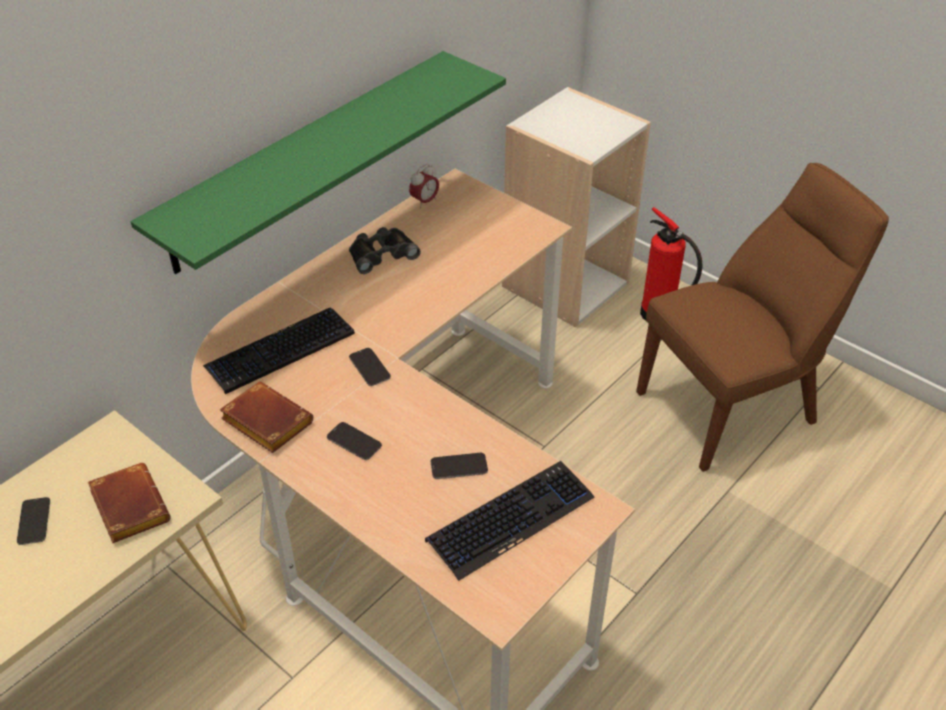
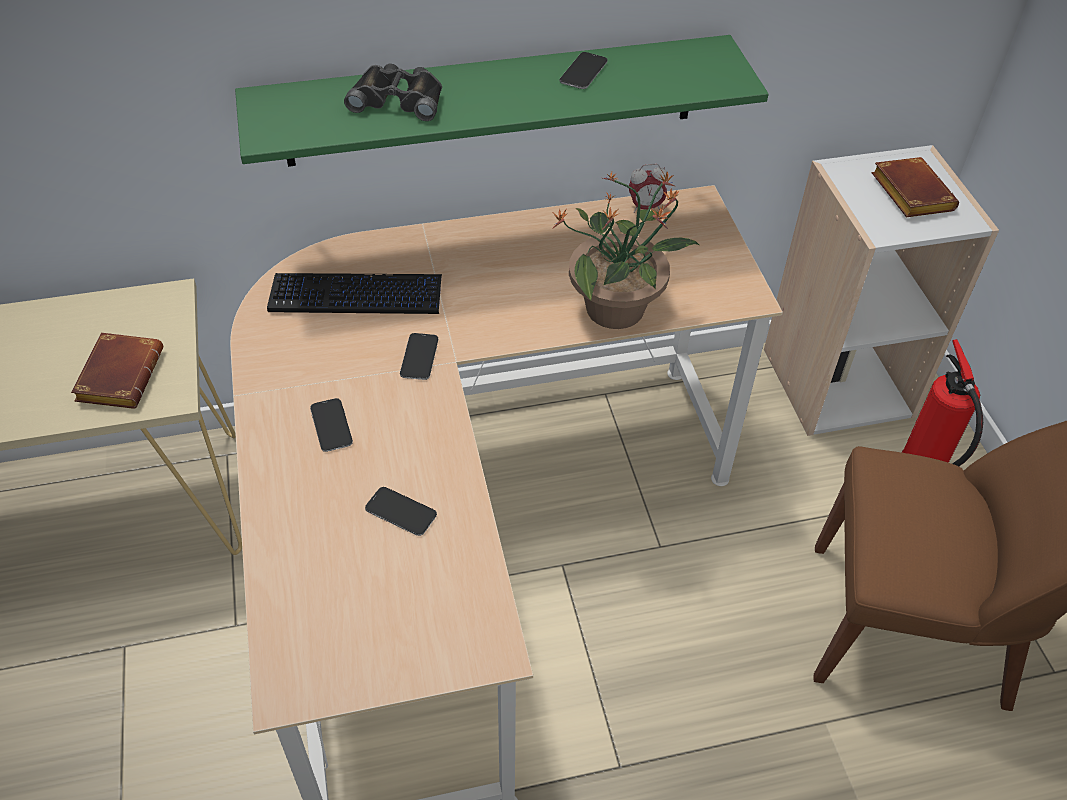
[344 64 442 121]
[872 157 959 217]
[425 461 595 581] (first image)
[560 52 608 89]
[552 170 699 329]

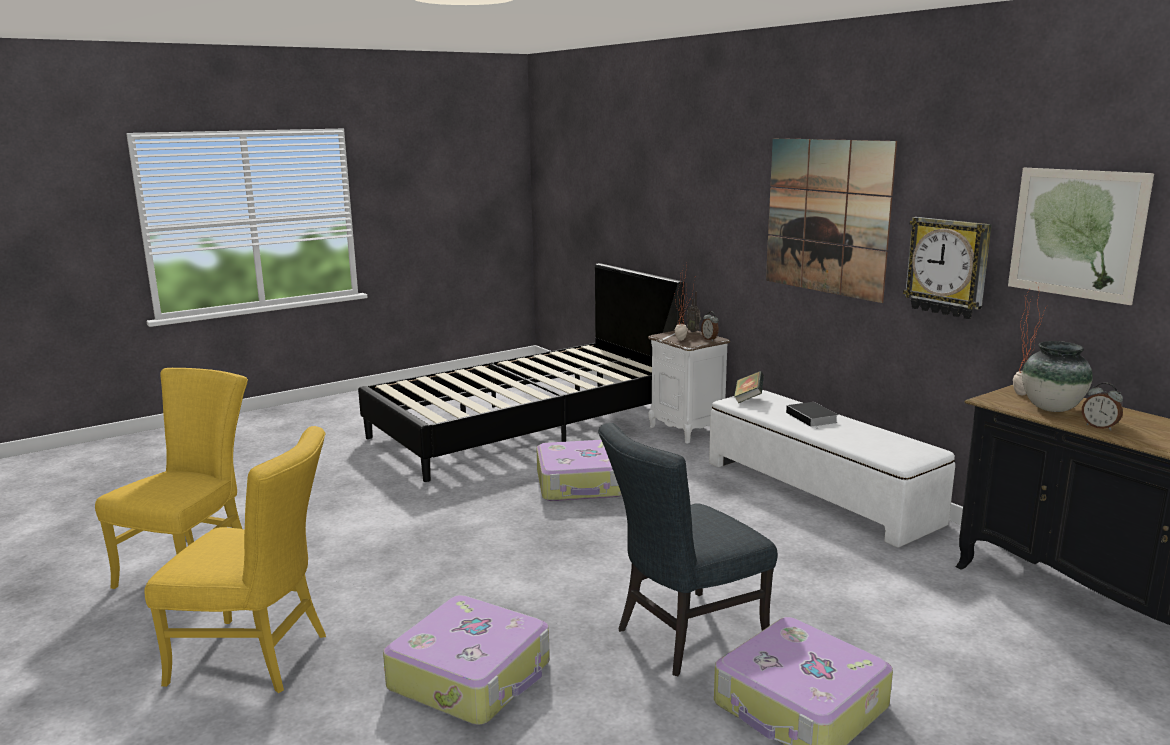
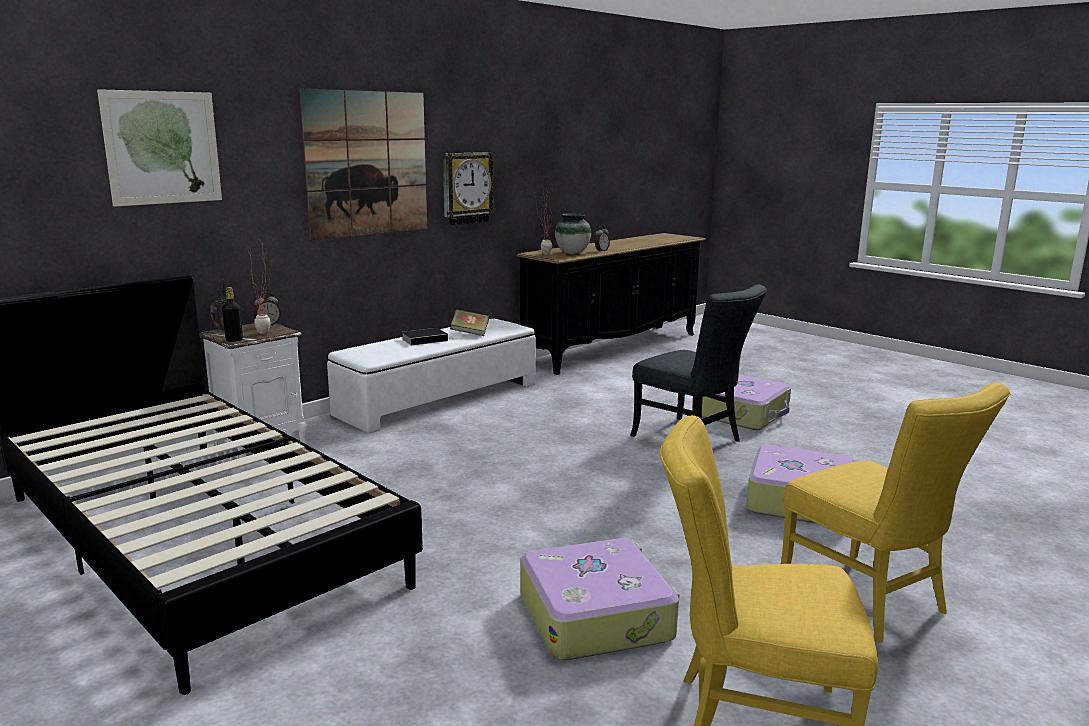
[97 89 222 207]
[450 309 489 336]
[781 382 1011 642]
[520 538 679 660]
[222 287 243 342]

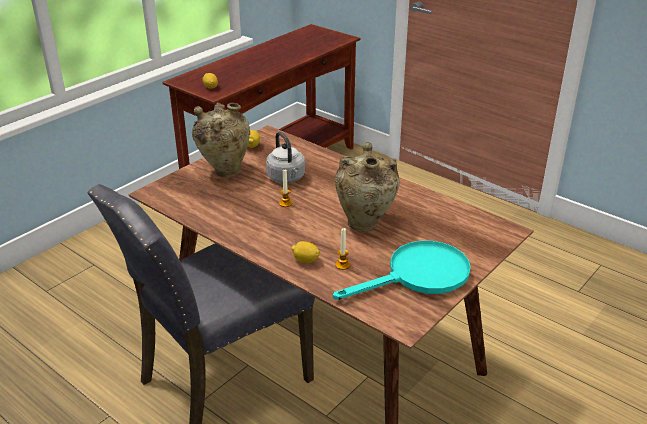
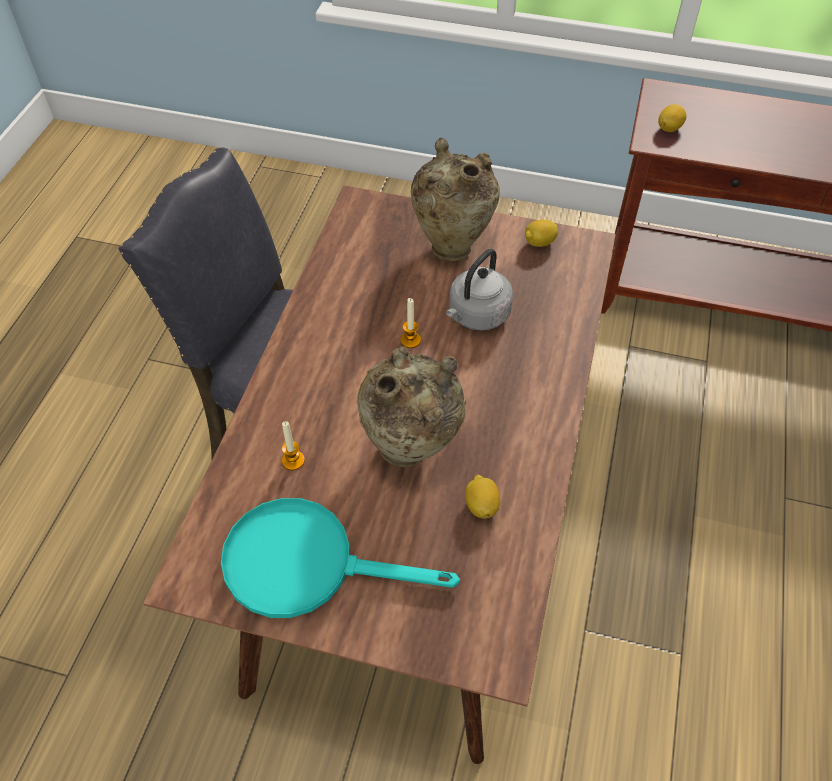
[465 475 500 519]
[221 498 460 618]

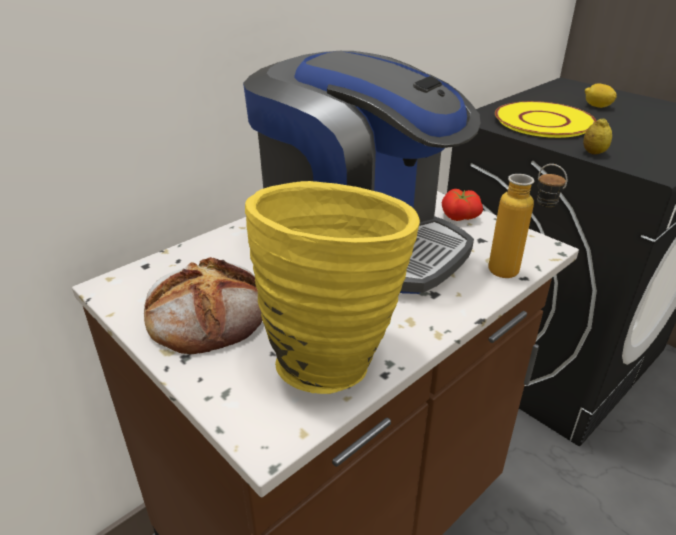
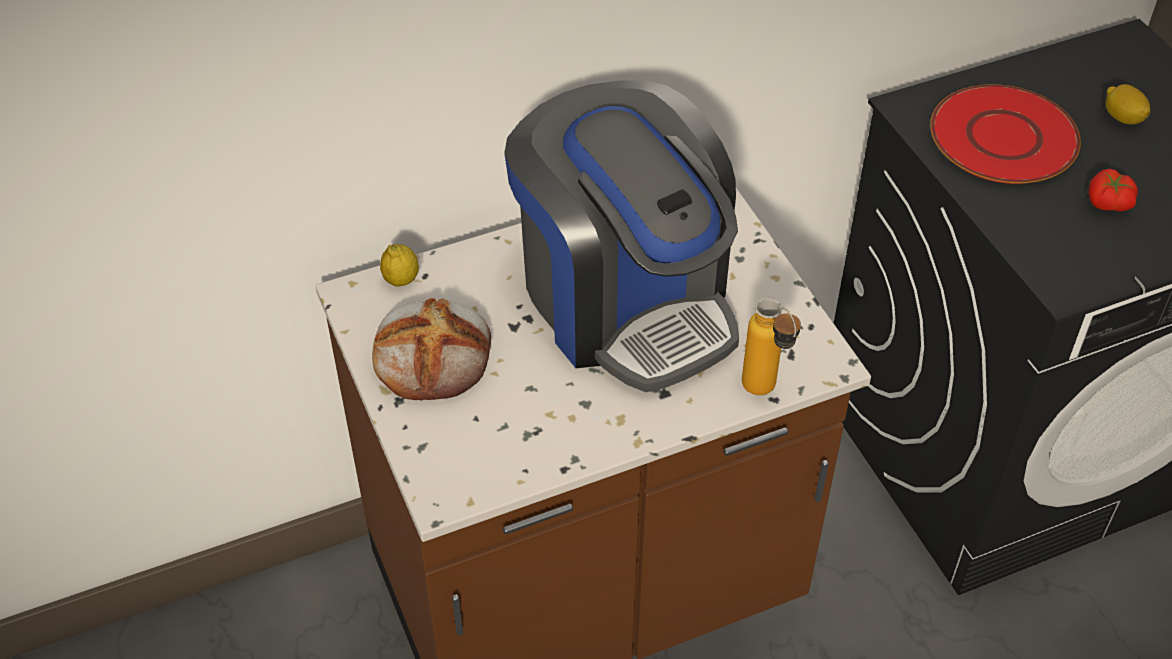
[930 84 1081 184]
[380 244 419 287]
[245 181 420 394] (first image)
[1089 169 1138 211]

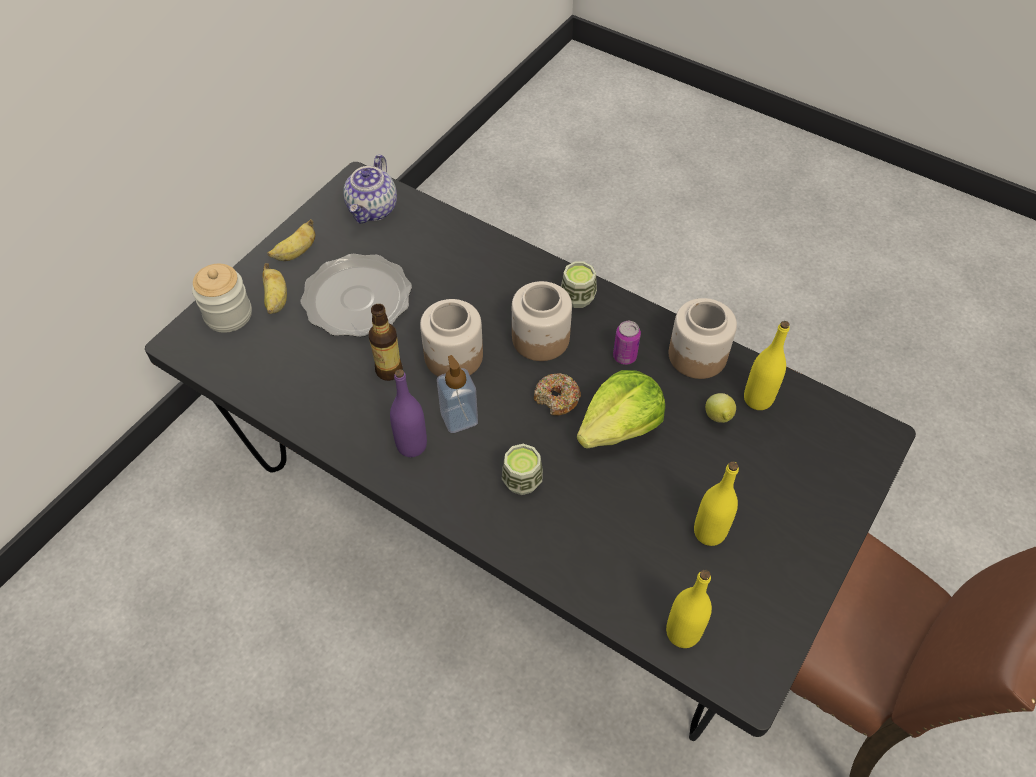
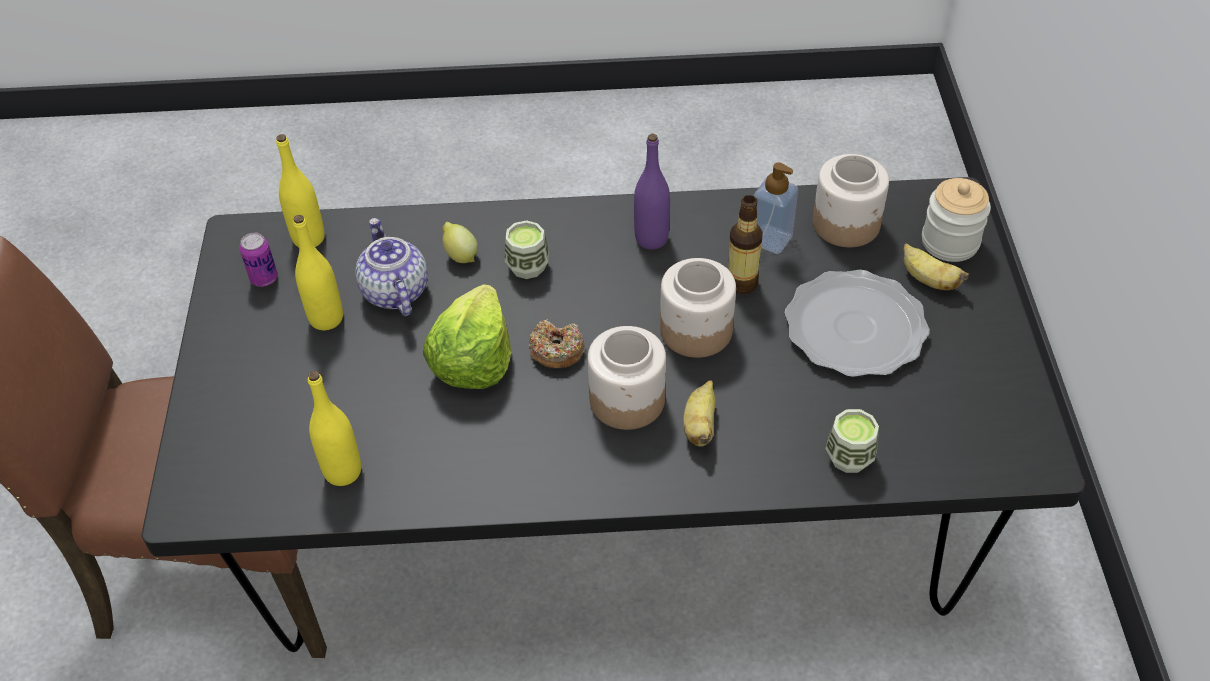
[355 218 428 316]
[683 380 716 447]
[826 409 879 473]
[813 154 889 247]
[239 233 278 287]
[754 162 798 254]
[442 222 478 263]

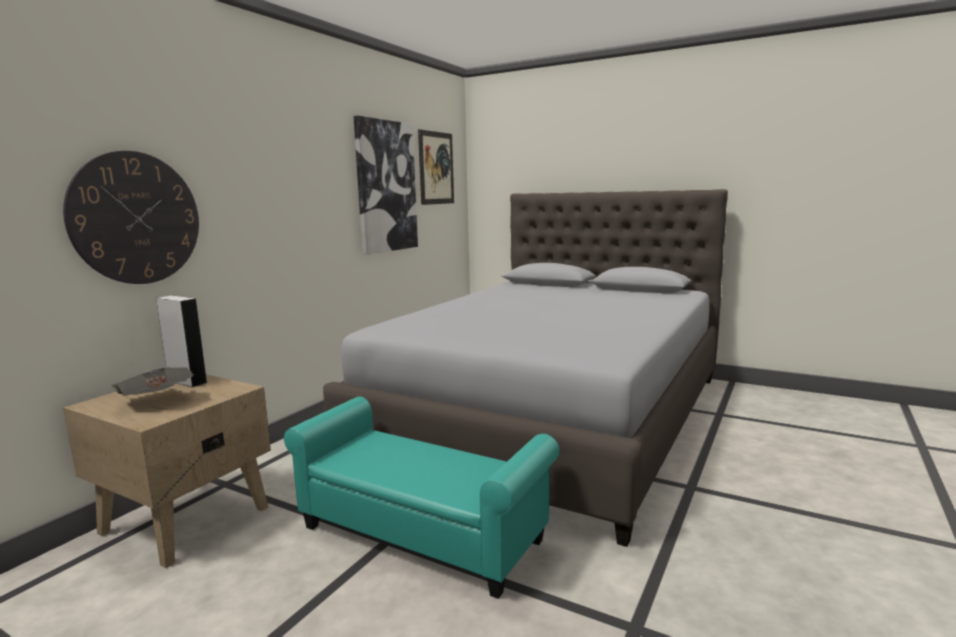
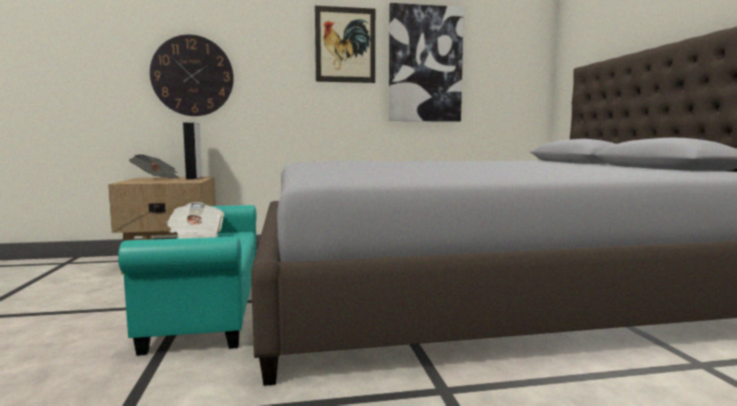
[315 6 375 83]
[167 202 224 239]

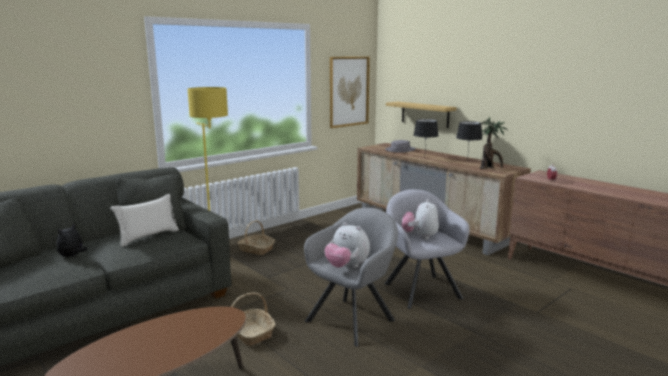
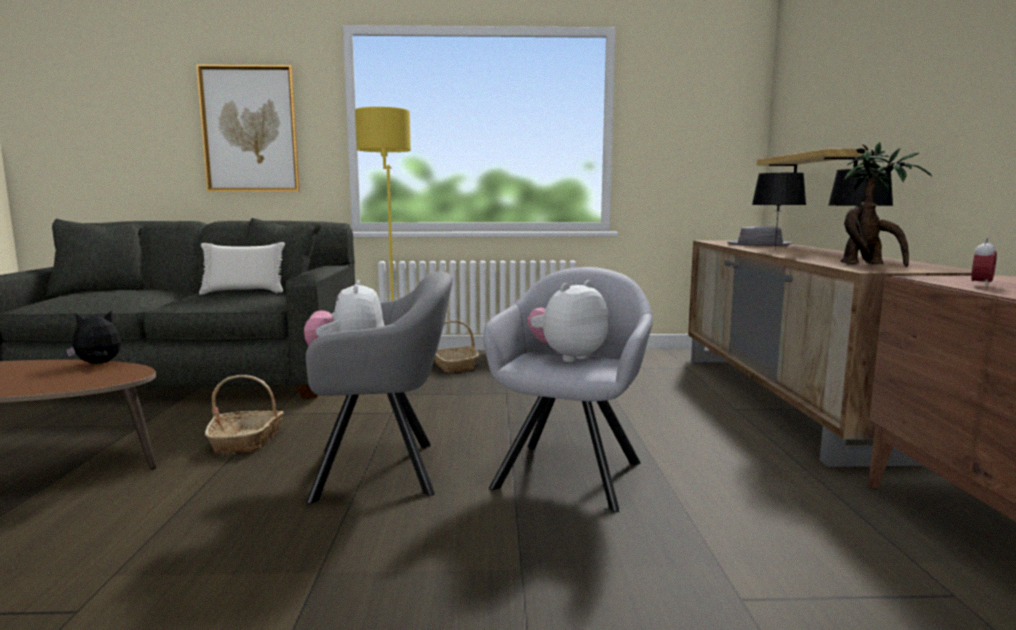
[196 65 300 192]
[66 310 121 364]

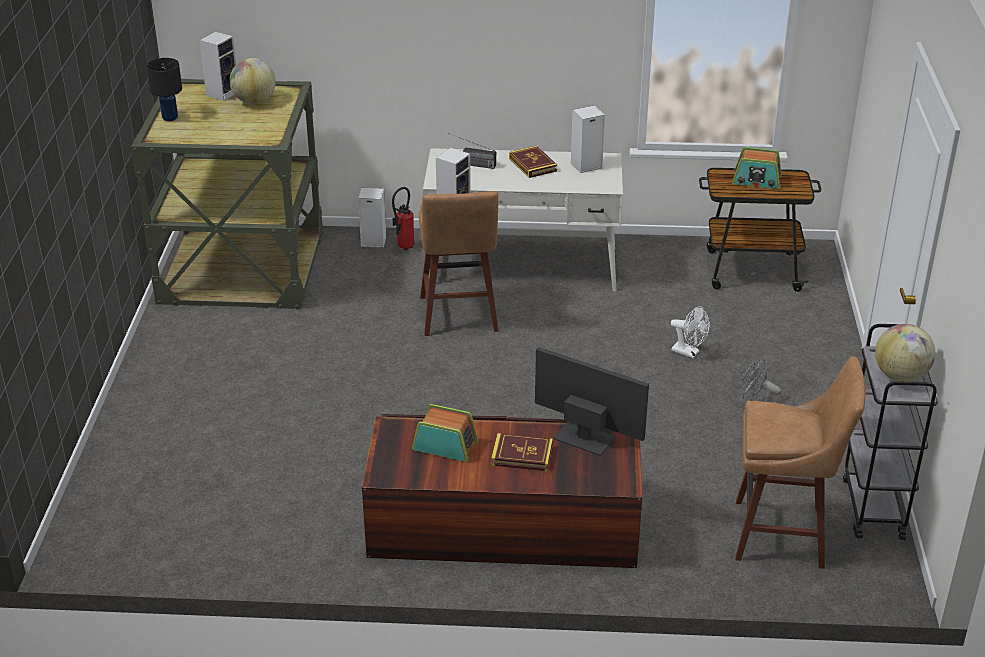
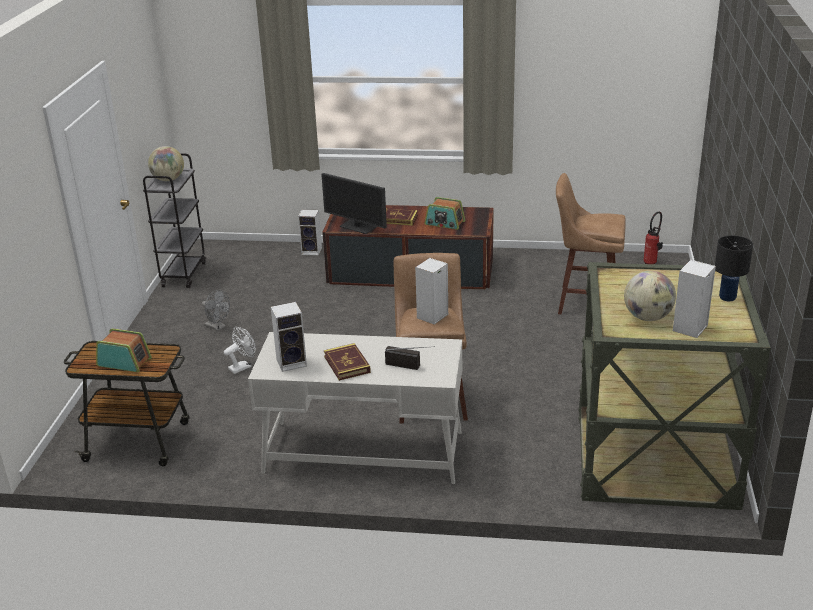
[644 212 663 264]
[298 209 322 256]
[224 327 256 374]
[556 173 626 315]

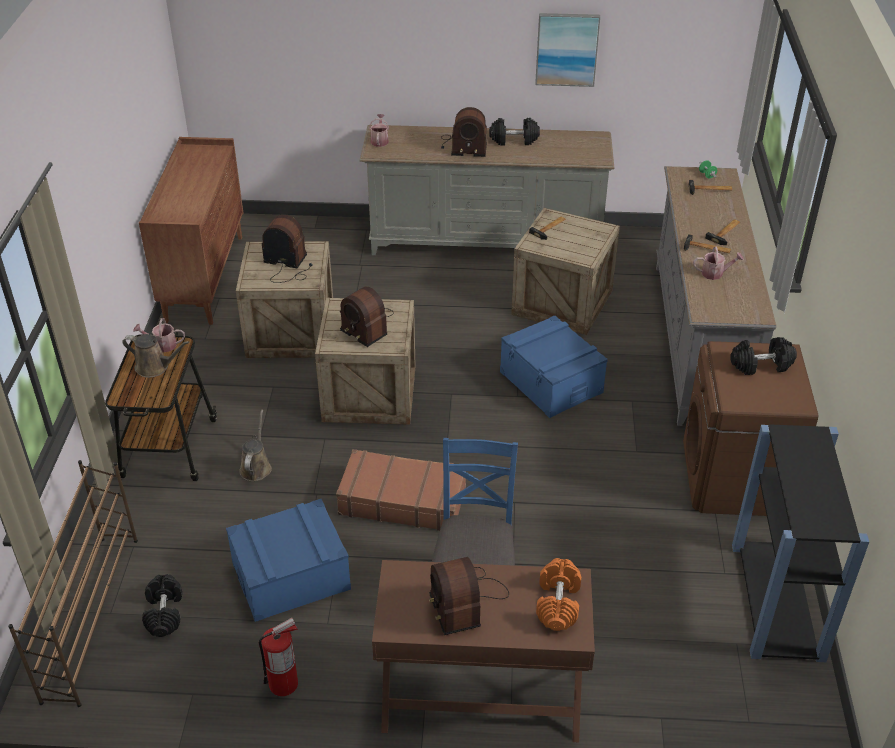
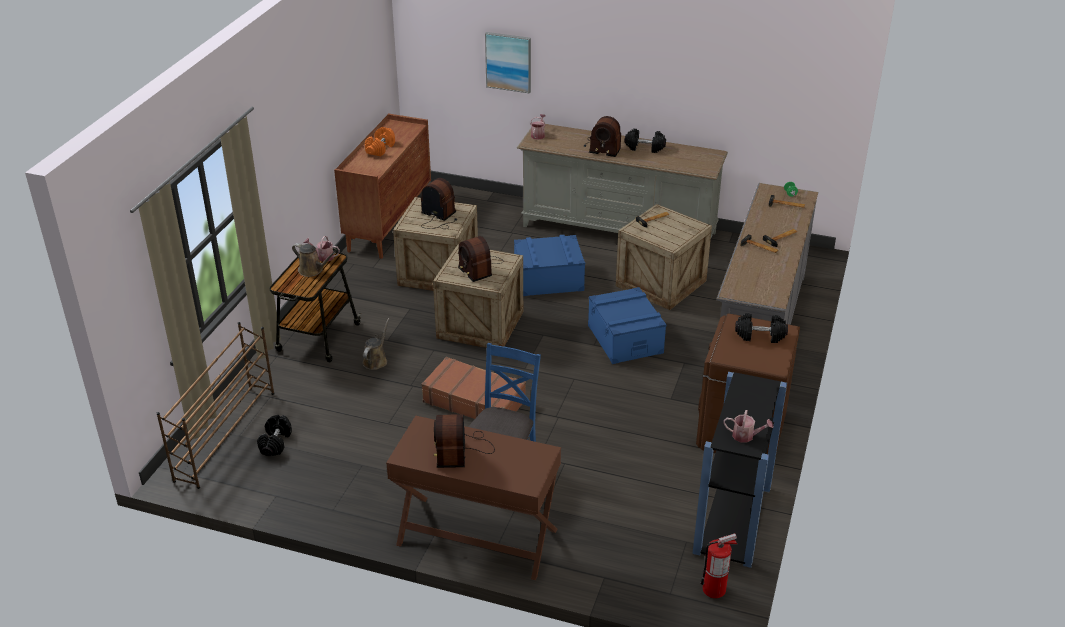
[485 32 531 94]
[724 410 773 443]
[514 235 585 296]
[365 127 395 156]
[700 533 737 598]

